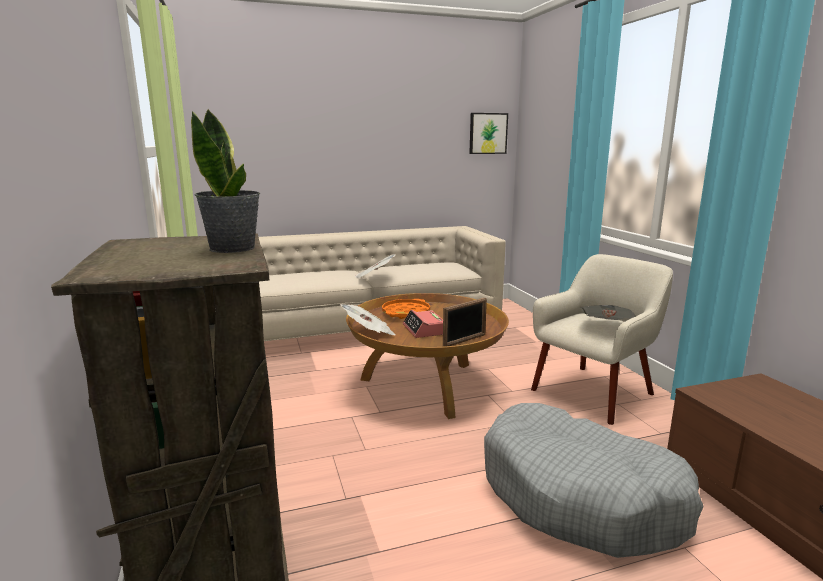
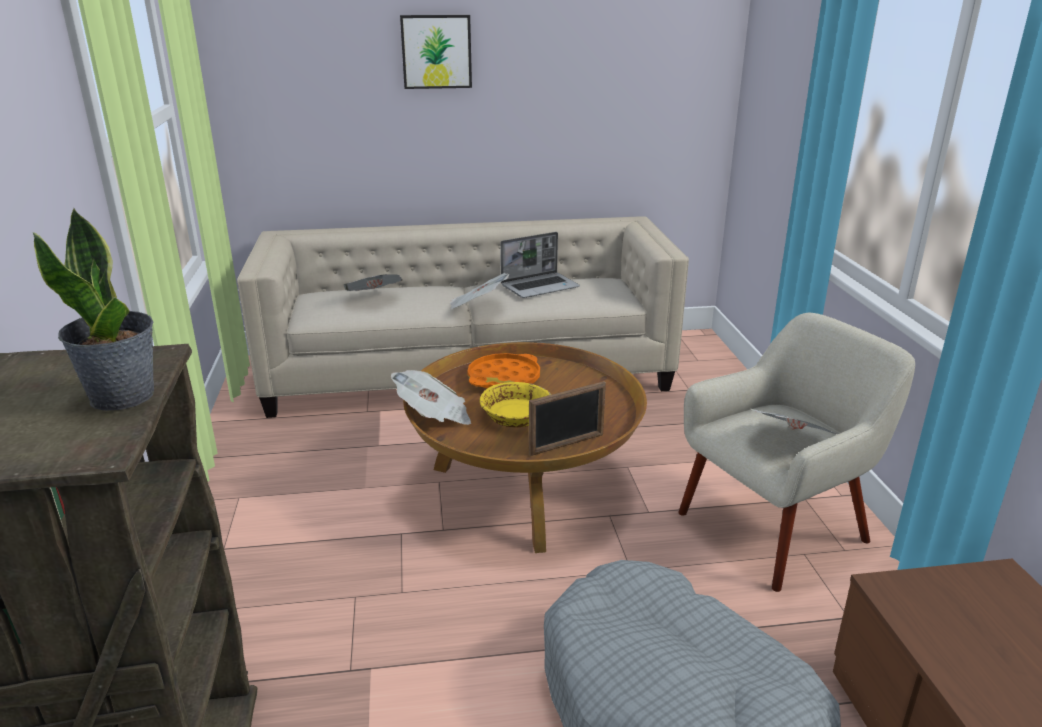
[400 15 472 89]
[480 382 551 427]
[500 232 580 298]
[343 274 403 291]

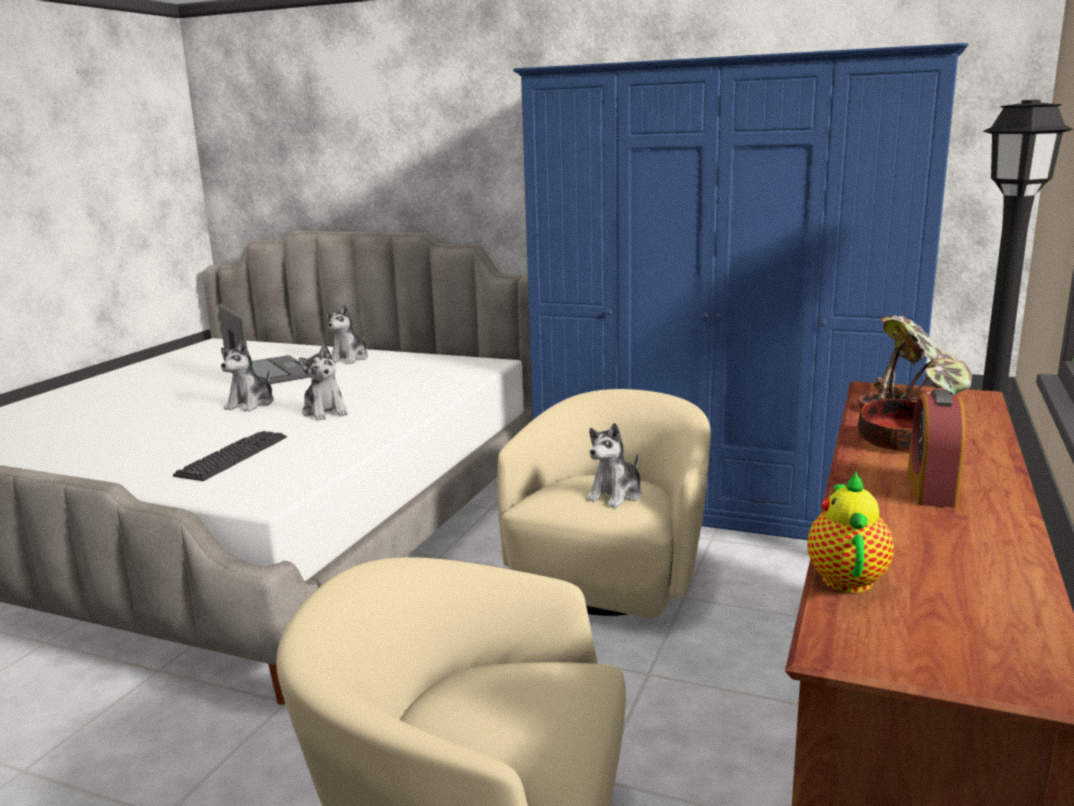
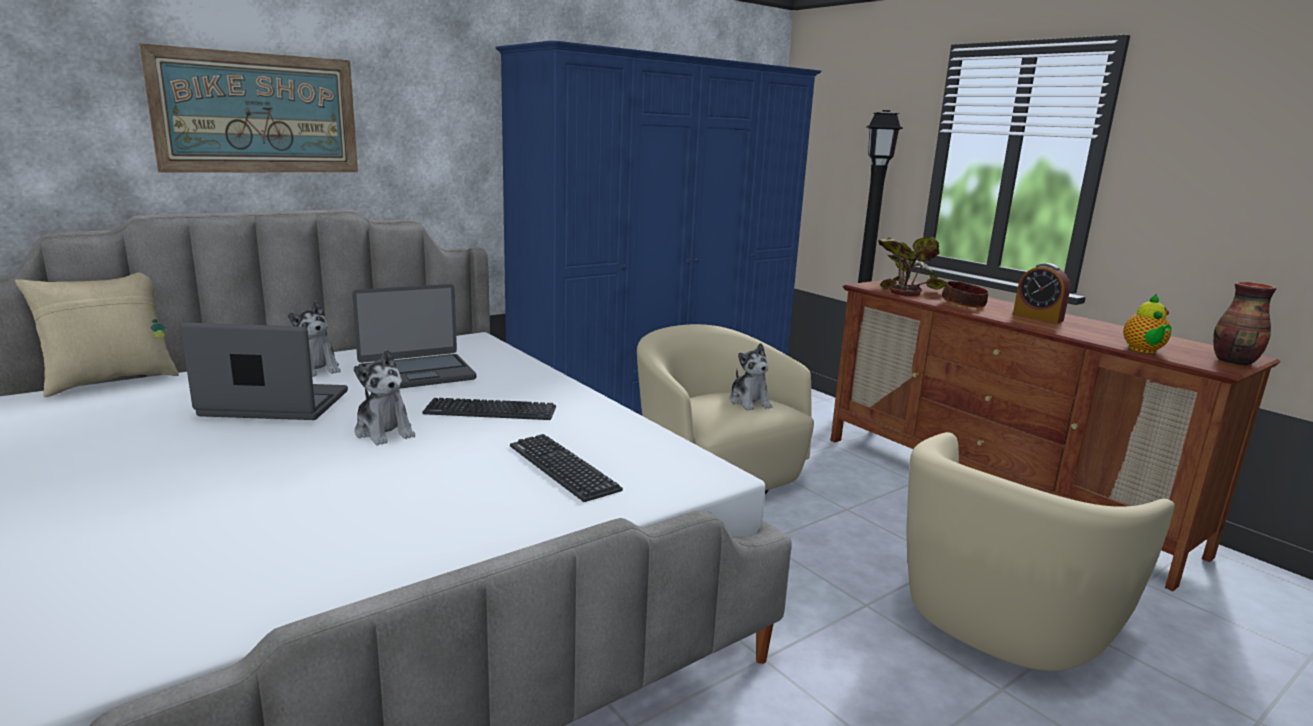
[422 398 556 420]
[1123 294 1172 353]
[139 43 358 173]
[15 272 179 397]
[1213 282 1276 366]
[352 284 476 389]

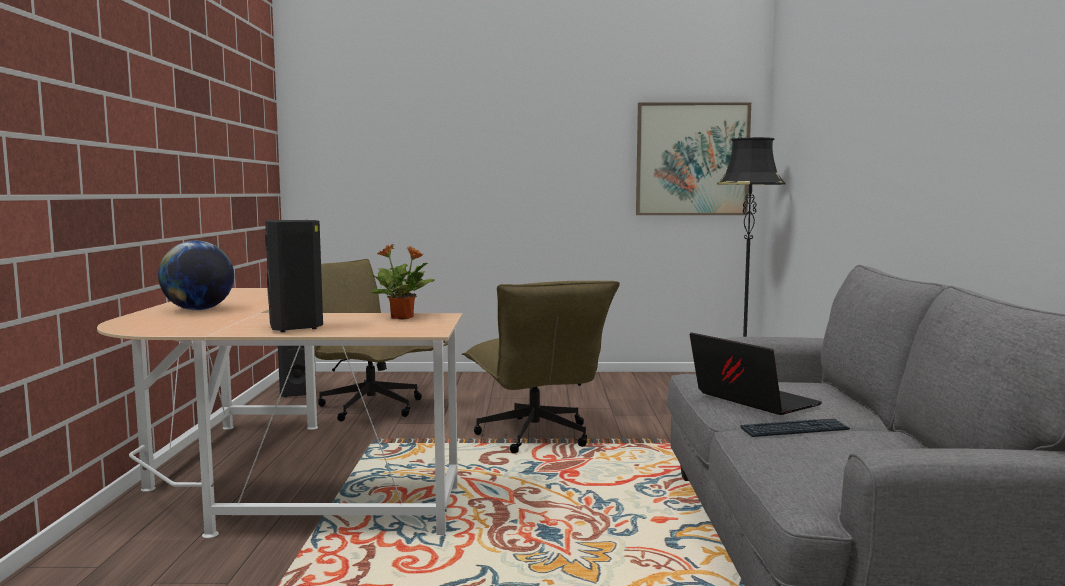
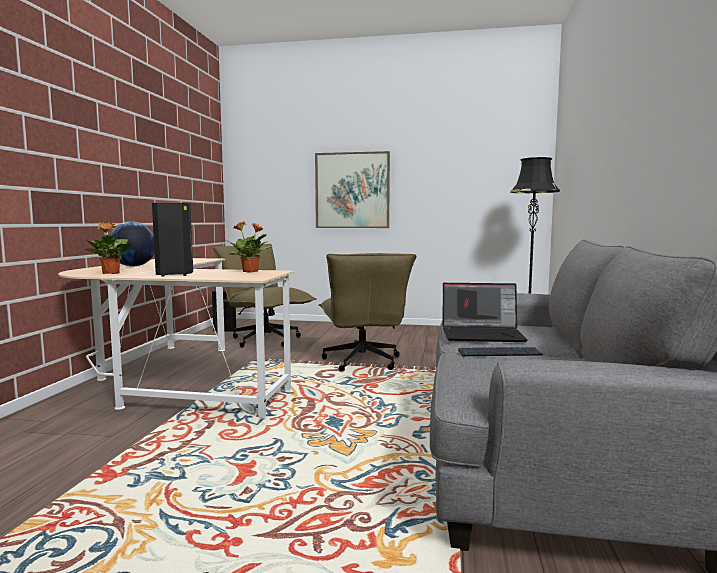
[315 151 390 228]
[443 283 528 342]
[85 222 132 274]

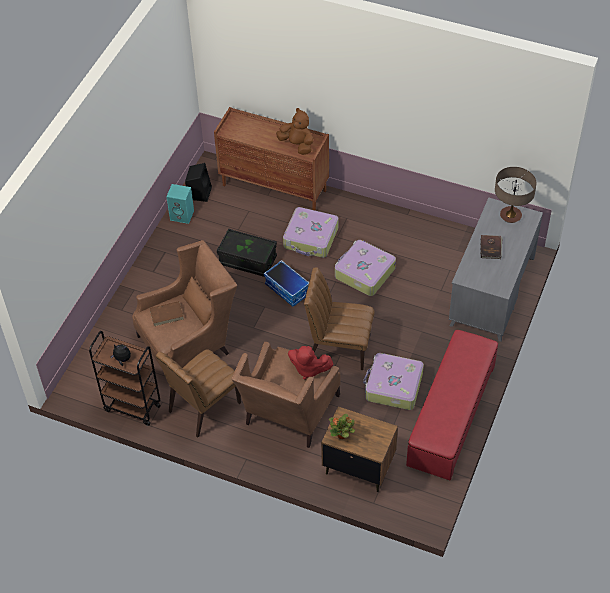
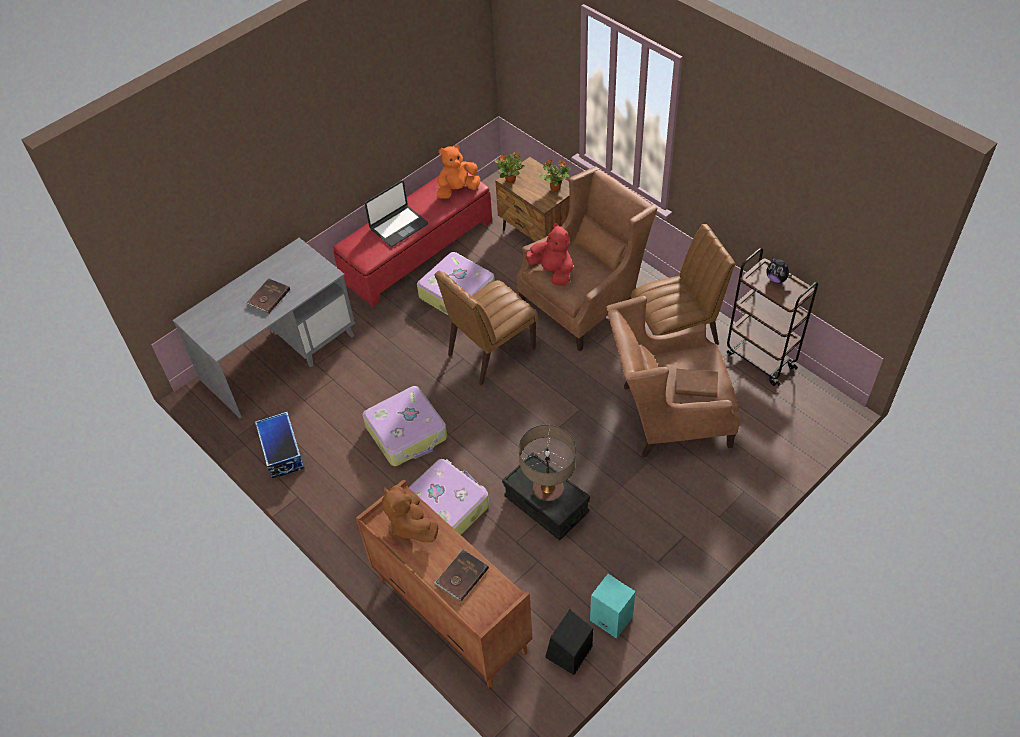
[519 425 576 501]
[255 411 304 479]
[434 270 538 385]
[437 144 480 199]
[495 152 525 183]
[365 180 428 247]
[433 550 489 601]

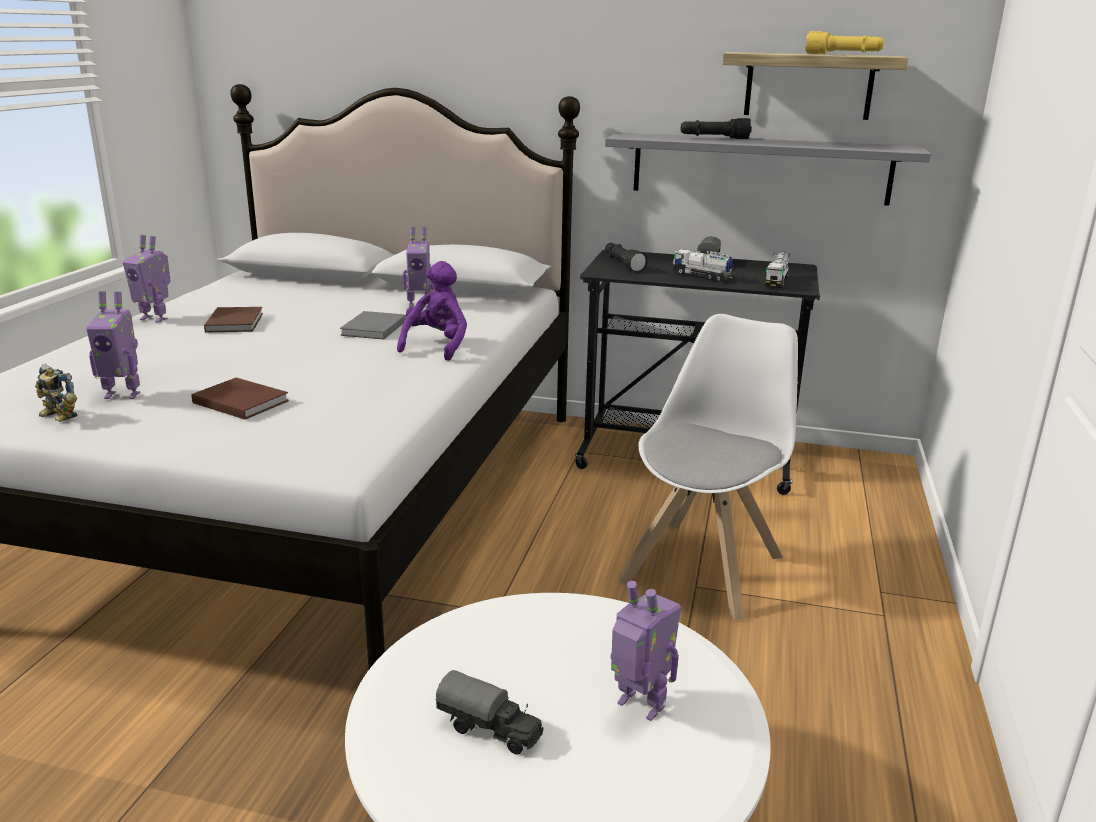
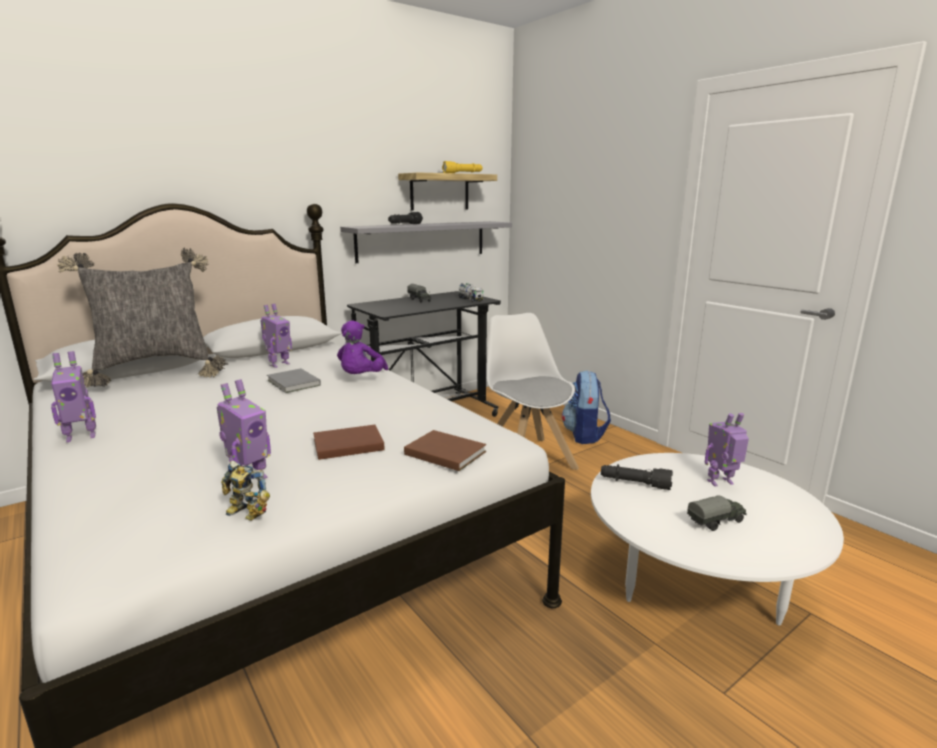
[601 464 673 490]
[673 249 735 282] (first image)
[337 320 388 374]
[404 430 486 471]
[221 460 270 521]
[57 247 227 387]
[562 370 611 444]

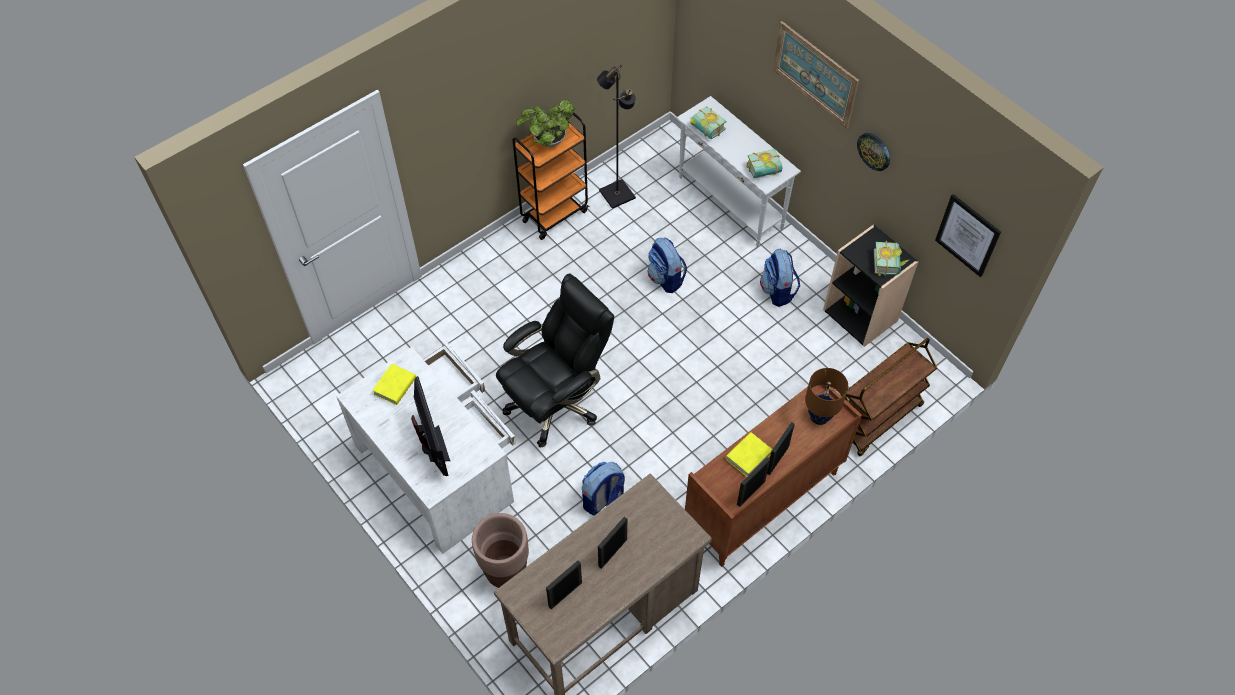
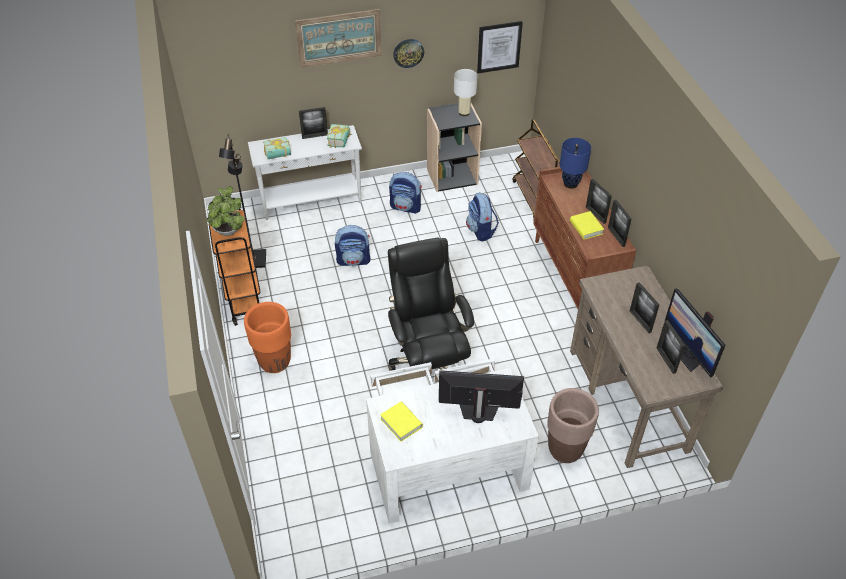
[454 69 477 116]
[560 138 591 189]
[466 192 499 242]
[299 107 328 139]
[665 288 725 377]
[244 302 291 373]

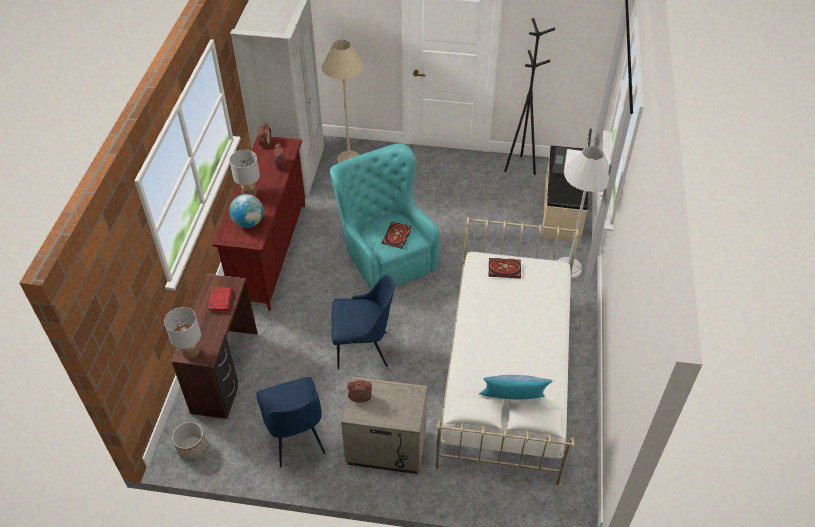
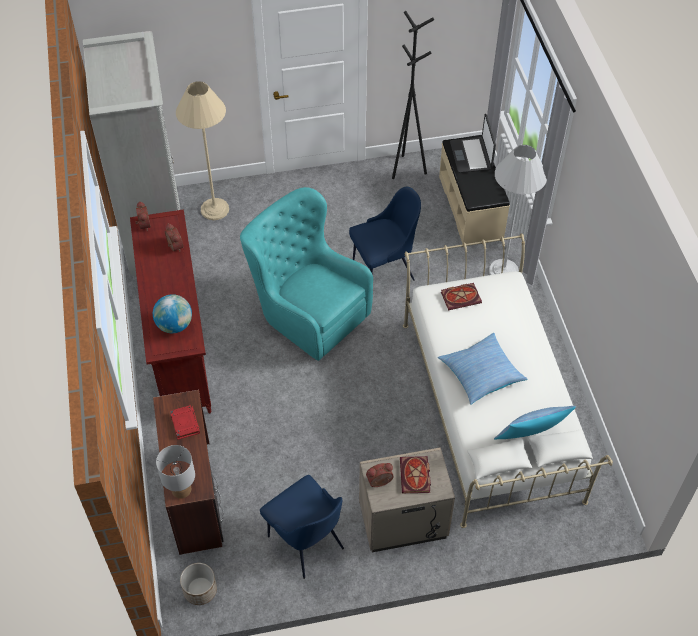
[230 150 260 196] (first image)
[400 456 431 493]
[349 187 421 281]
[438 333 527 405]

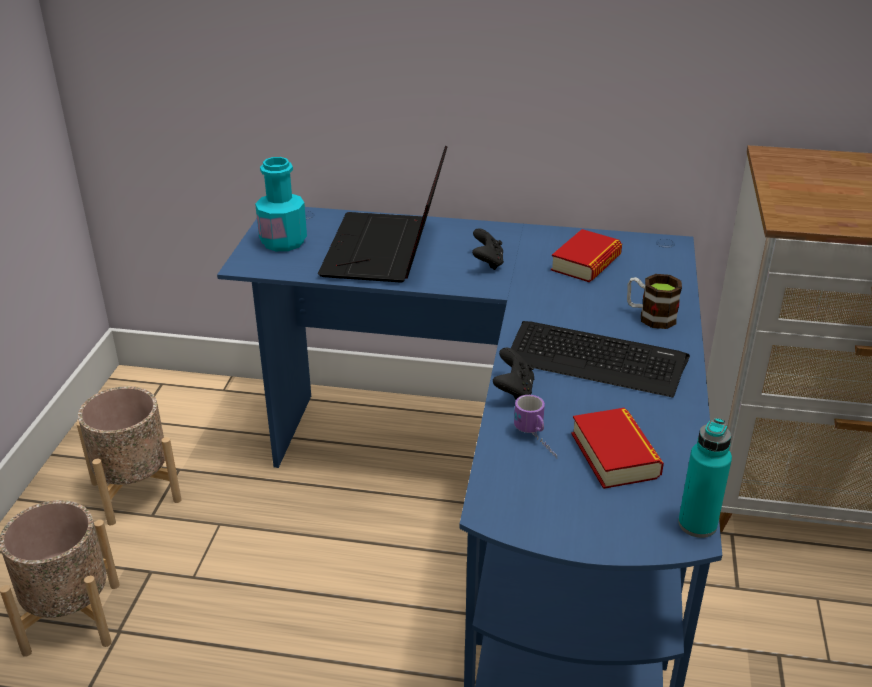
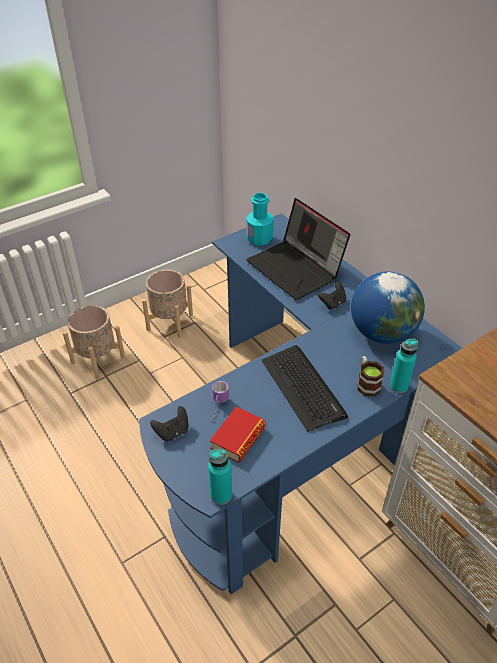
[246 198 350 300]
[351 272 425 344]
[150 406 189 441]
[390 338 418 393]

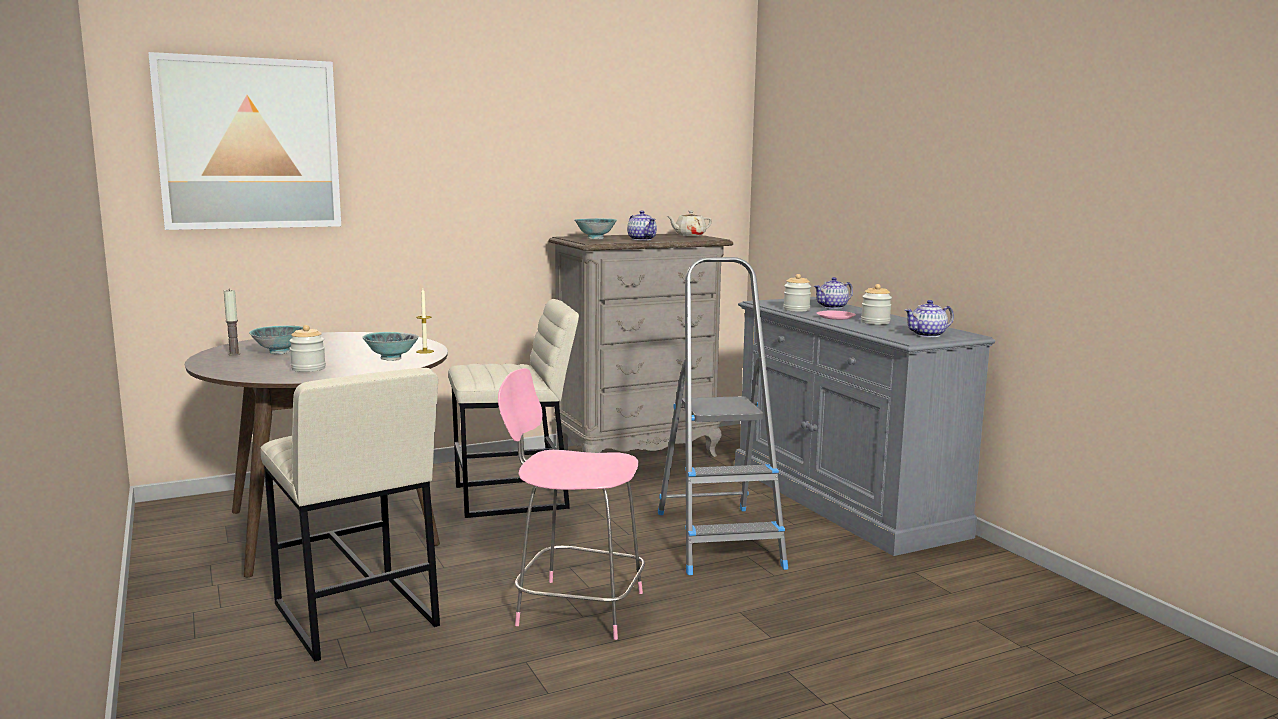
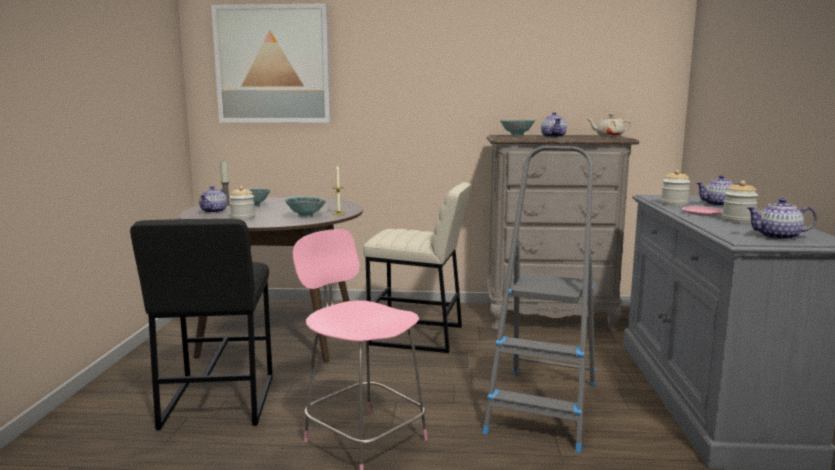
[130 219 273 430]
[199 186 227 213]

